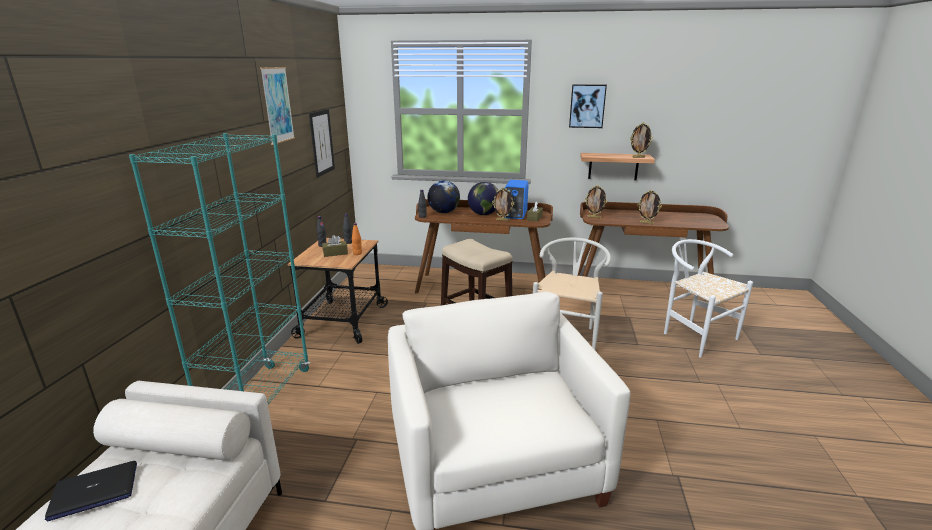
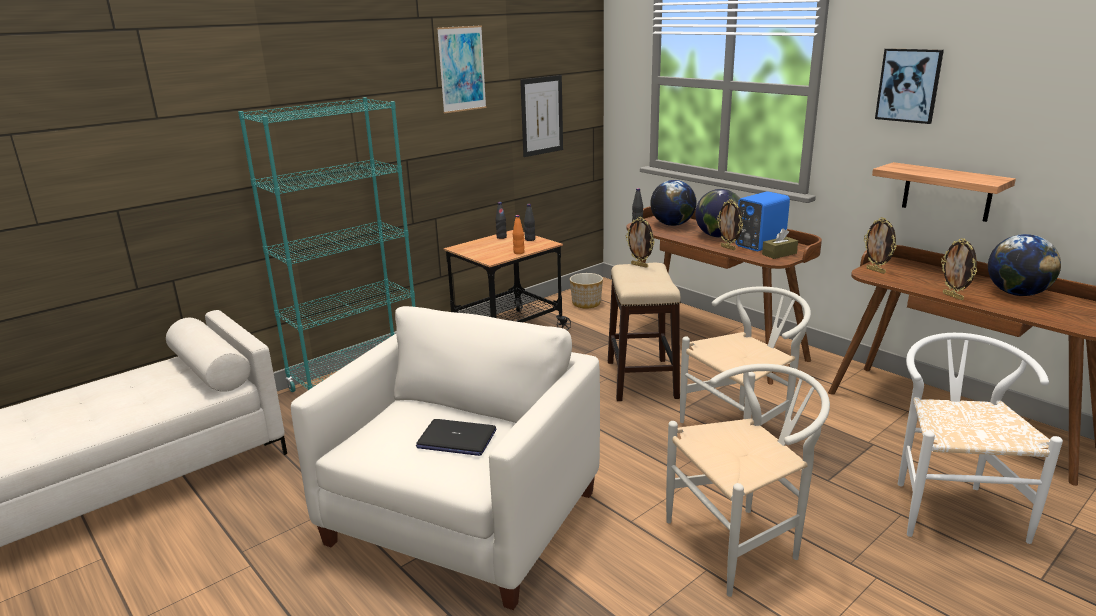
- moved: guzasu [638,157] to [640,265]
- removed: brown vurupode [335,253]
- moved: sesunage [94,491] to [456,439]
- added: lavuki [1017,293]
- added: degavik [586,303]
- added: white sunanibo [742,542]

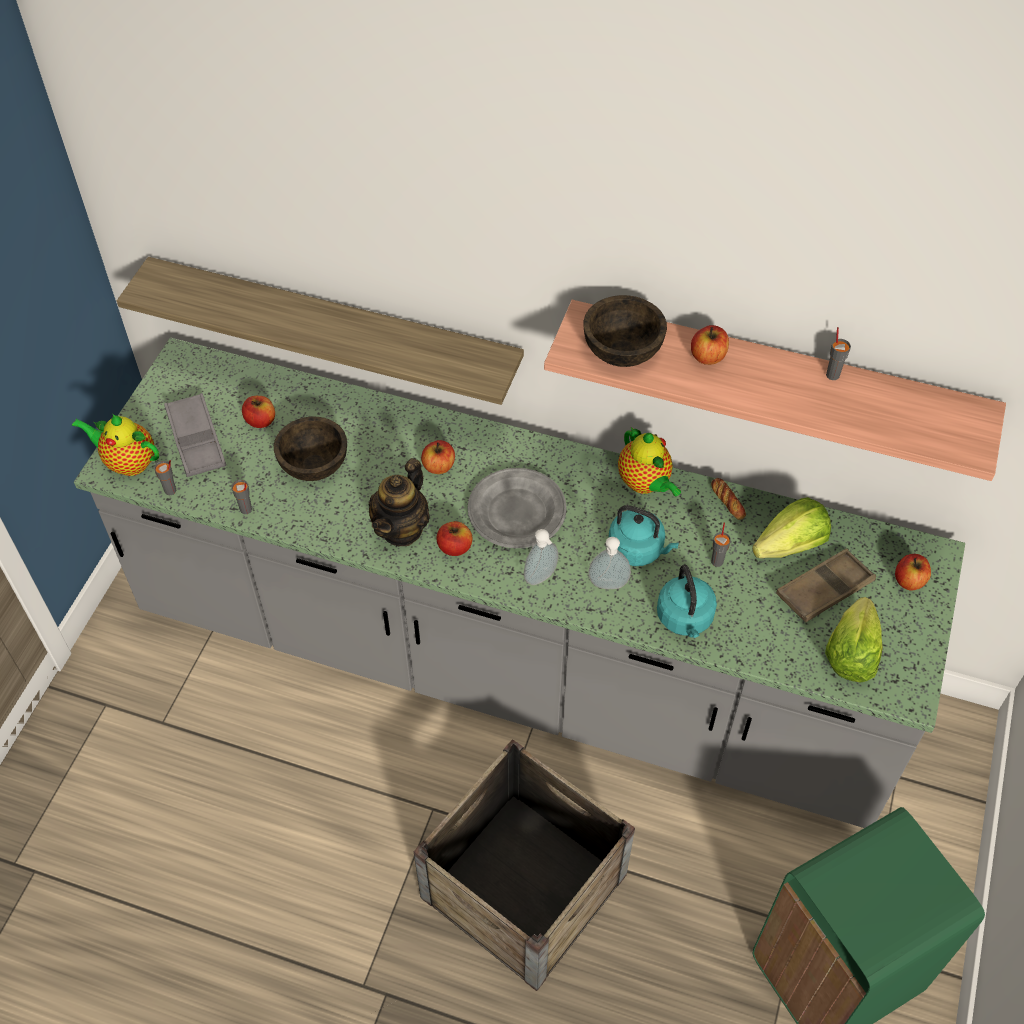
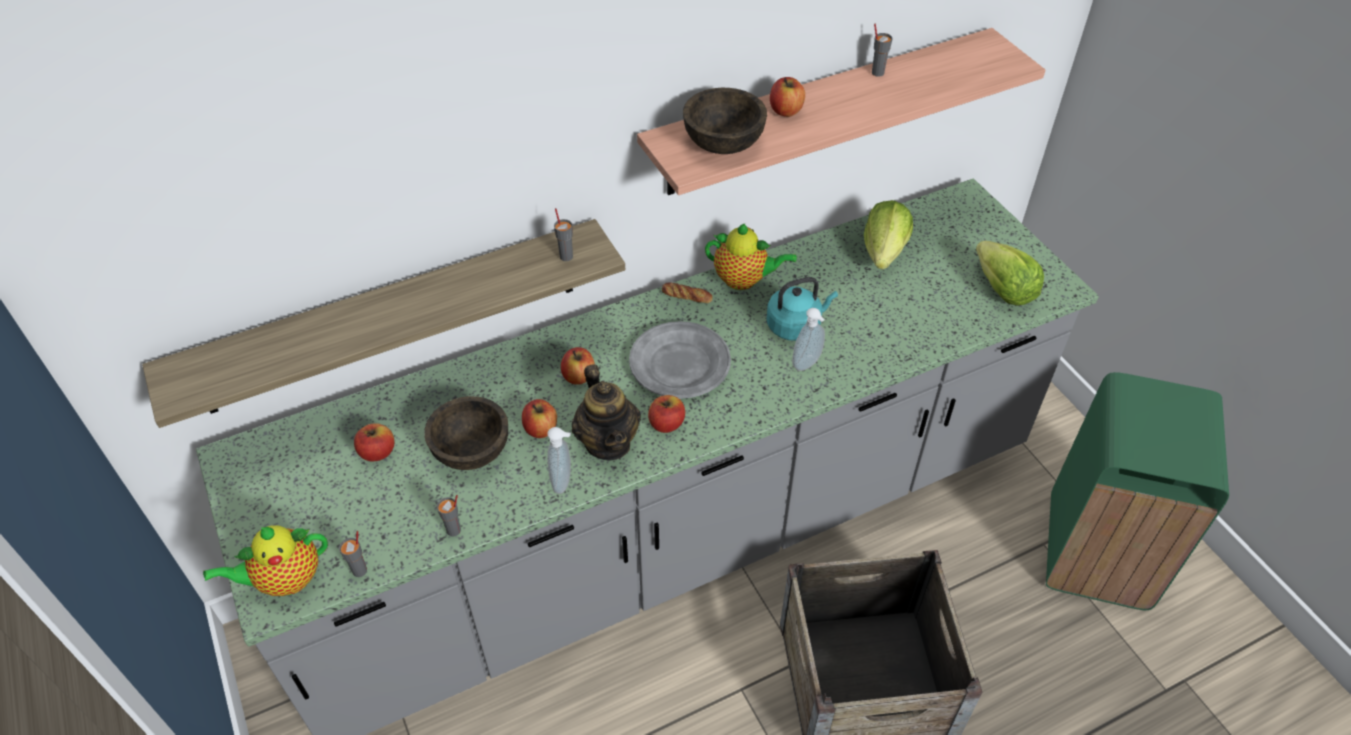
- removed: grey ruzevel [196,440]
- moved: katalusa [728,501] to [687,296]
- moved: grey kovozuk [717,561] to [566,256]
- moved: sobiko [542,578] to [564,482]
- removed: brown ruzevel [824,589]
- moved: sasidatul [909,581] to [541,429]
- removed: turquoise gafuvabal [685,619]

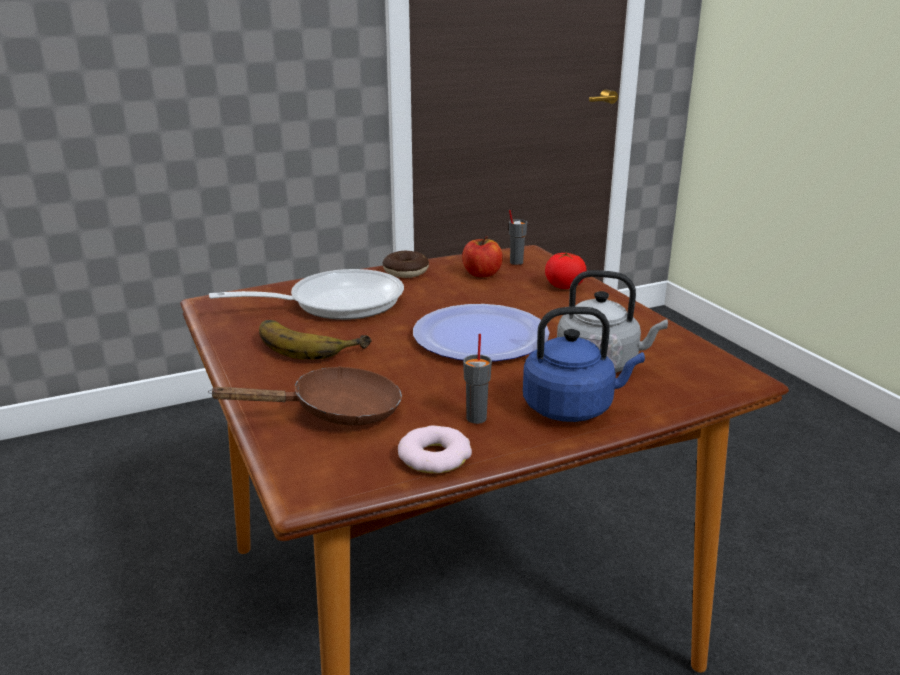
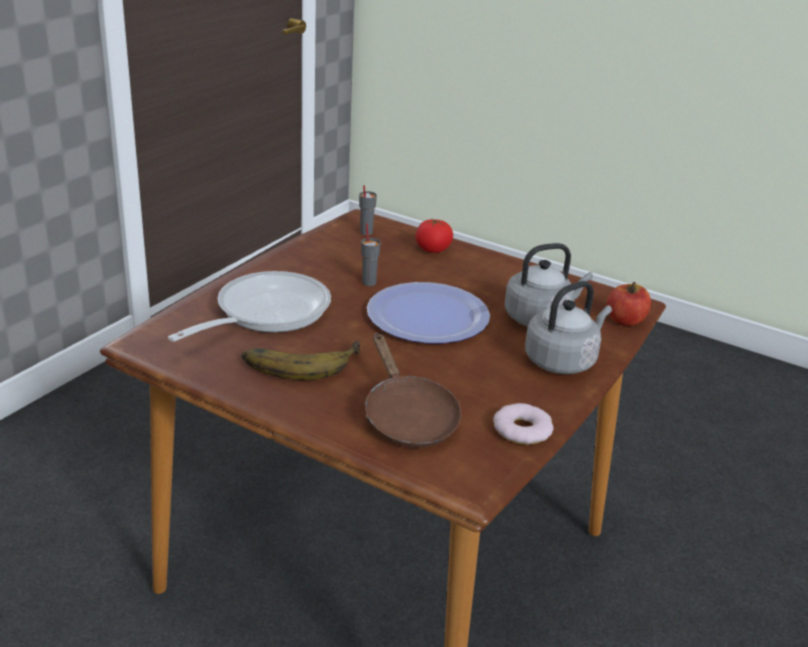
- moved: sasidatul [482,274] to [625,320]
- removed: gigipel [405,272]
- recoloured: blue gafuvabal [572,408] to grey gafuvabal [562,361]
- moved: grey kovozuk [477,418] to [369,282]
- turned: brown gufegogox [335,412] = [407,418] 120 degrees clockwise

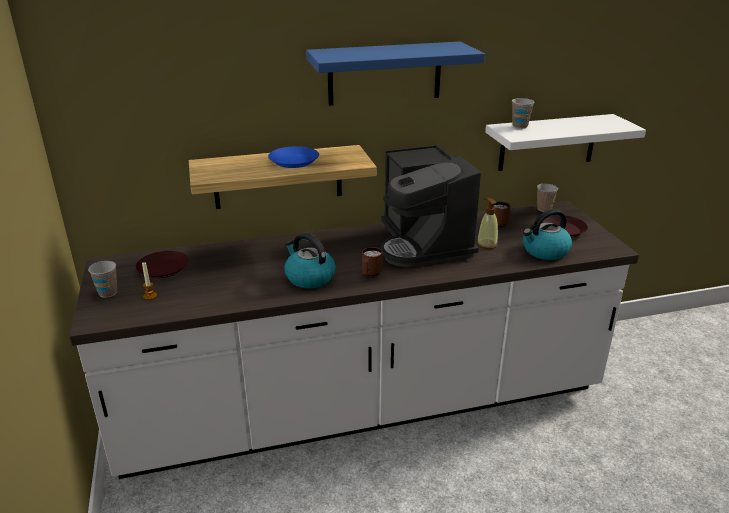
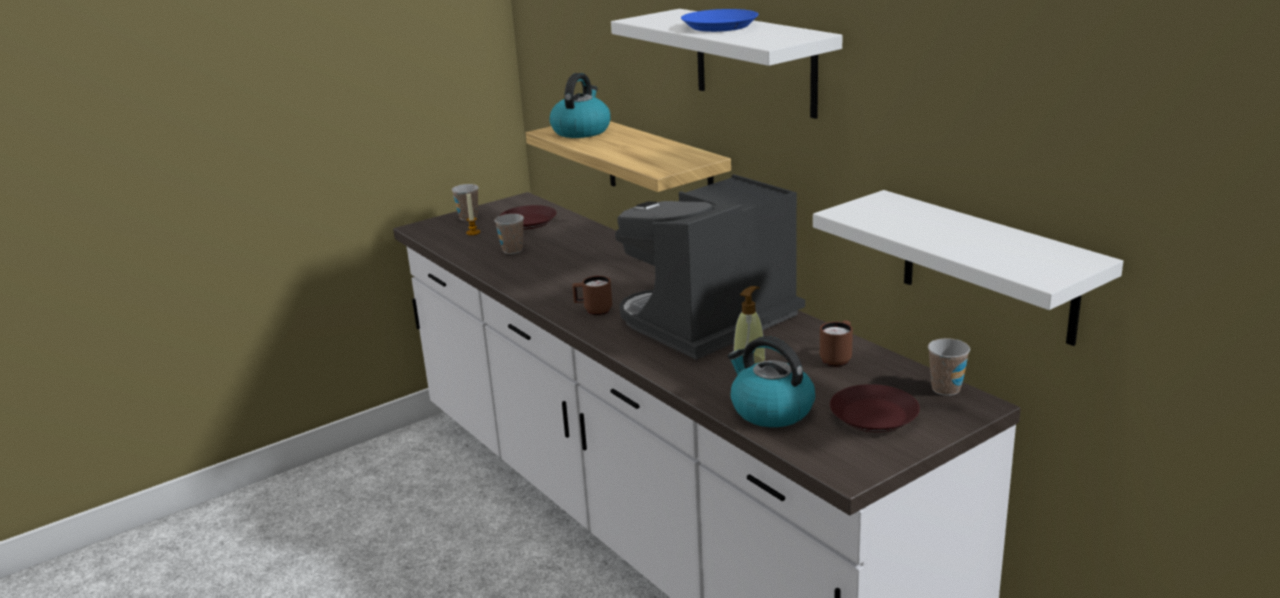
- recoloured: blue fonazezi [384,73] to white fonazezi [755,62]
- moved: kovozuk [520,126] to [512,250]
- moved: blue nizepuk [294,161] to [719,26]
- moved: gafuvabal [309,277] to [581,131]

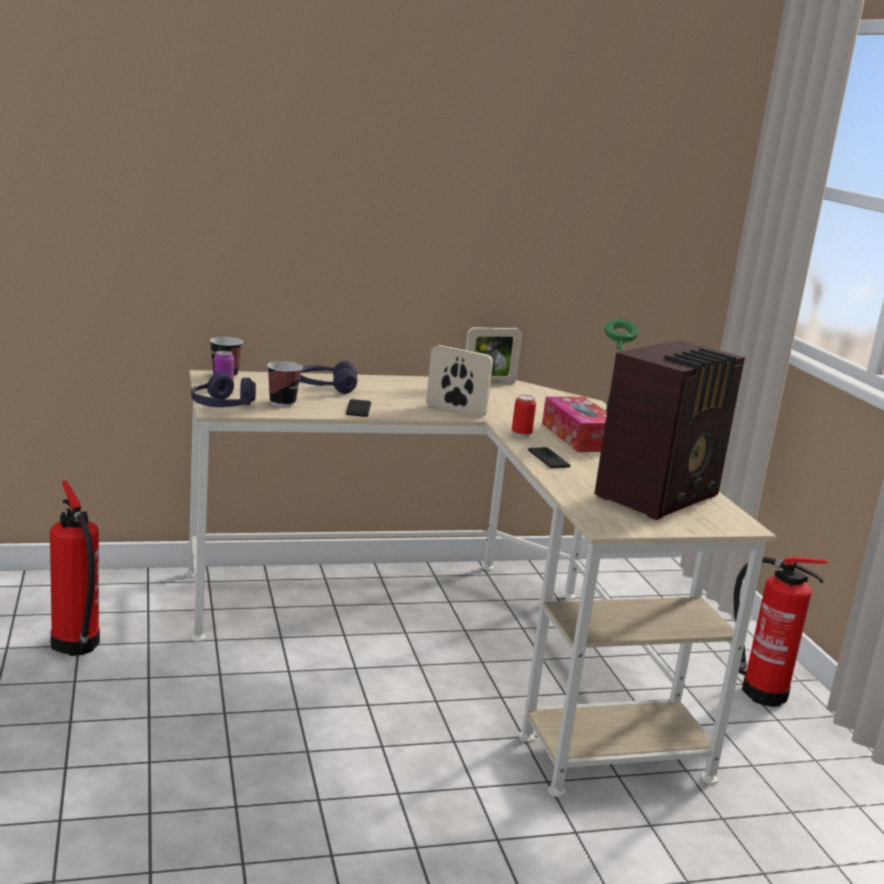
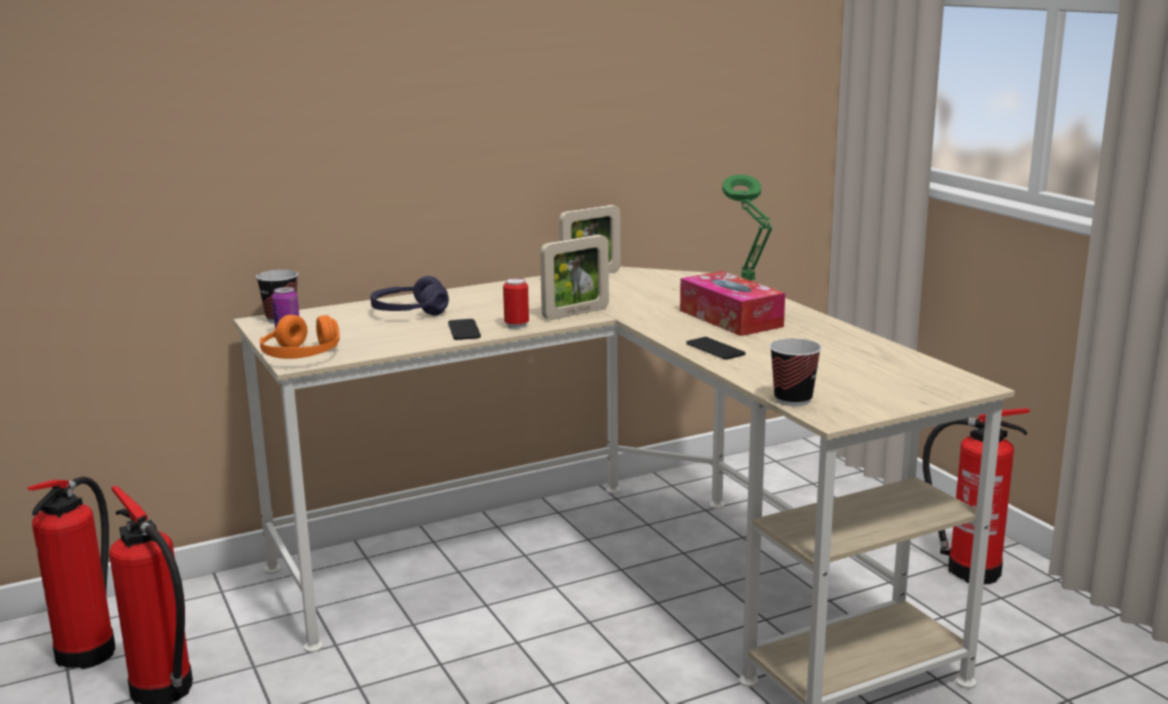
- removed: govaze [660,496]
- turned: guzasu [455,411] = [575,313] 135 degrees clockwise
- moved: kovozuk [282,403] to [793,400]
- recoloured: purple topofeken [223,406] to orange topofeken [302,355]
- moved: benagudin [521,435] to [516,325]
- added: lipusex [90,650]

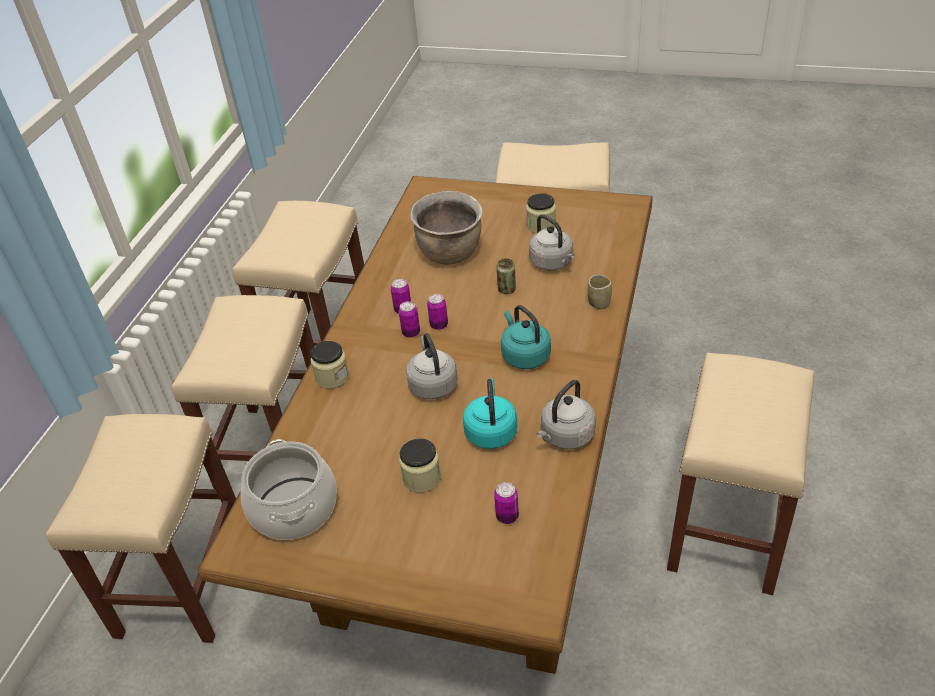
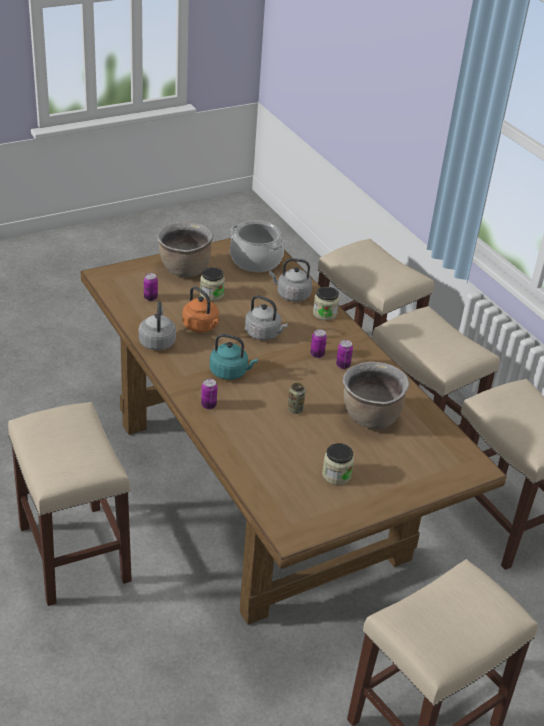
- moved: grey gafuvabal [553,263] to [291,295]
- removed: kovozuk [599,303]
- moved: benagudin [439,325] to [208,405]
- recoloured: turquoise gafuvabal [491,431] to orange gafuvabal [201,327]
- added: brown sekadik [184,270]

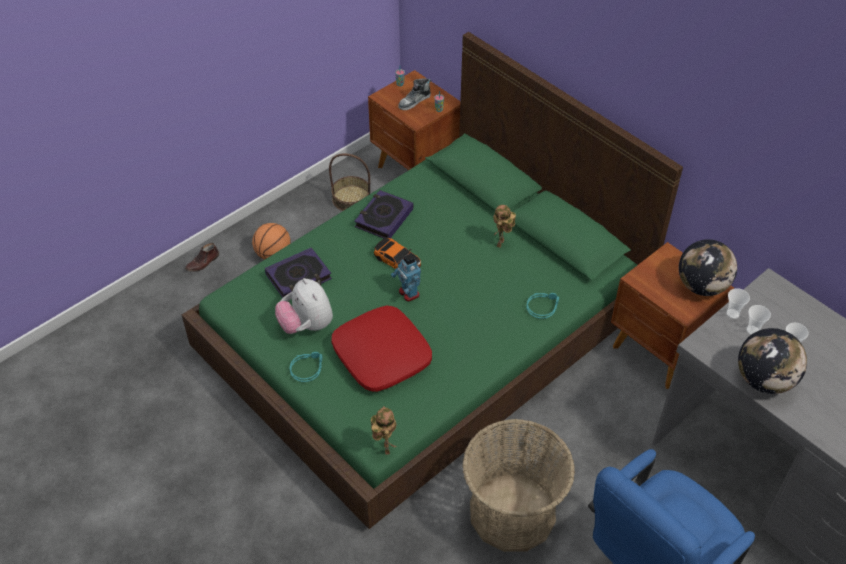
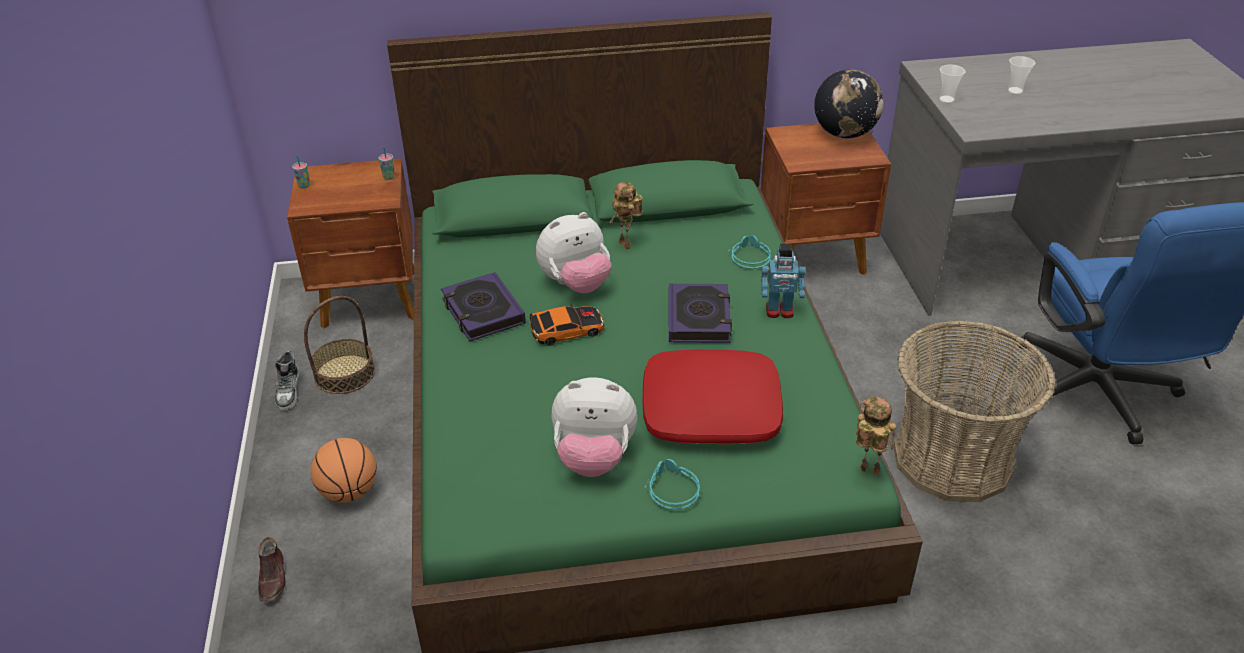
- moved: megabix [414,101] to [288,391]
- moved: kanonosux [299,277] to [699,318]
- moved: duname [408,293] to [779,311]
- removed: kovozuk [752,330]
- removed: lavuki [764,380]
- added: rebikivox [576,284]

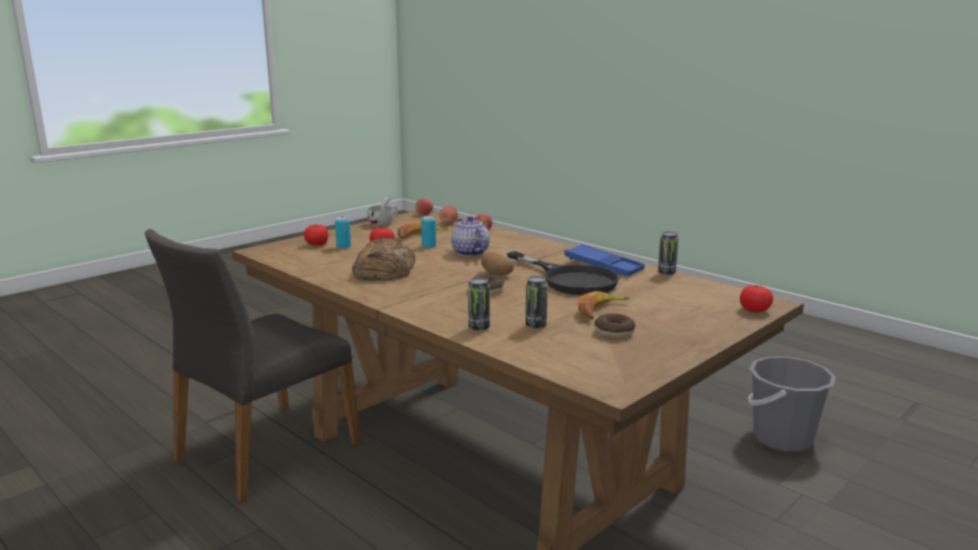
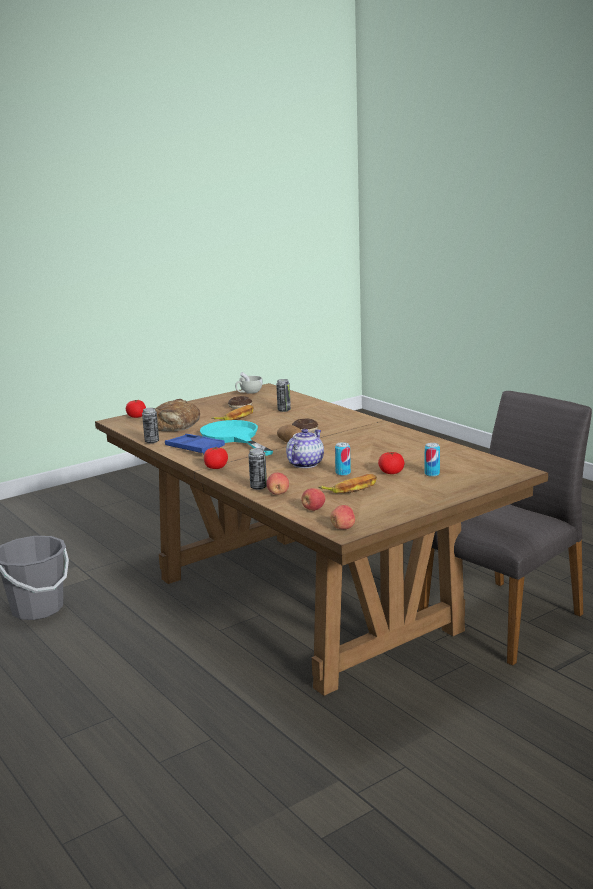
- moved: white kovozuk [383,223] to [248,392]
- turned: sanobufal [469,253] = [304,464] 135 degrees counterclockwise
- moved: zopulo [317,244] to [216,467]
- moved: katalusa [383,269] to [175,424]
- recoloured: black gufegogox [570,279] to turquoise gufegogox [234,437]
- moved: benagudin [479,328] to [258,487]

